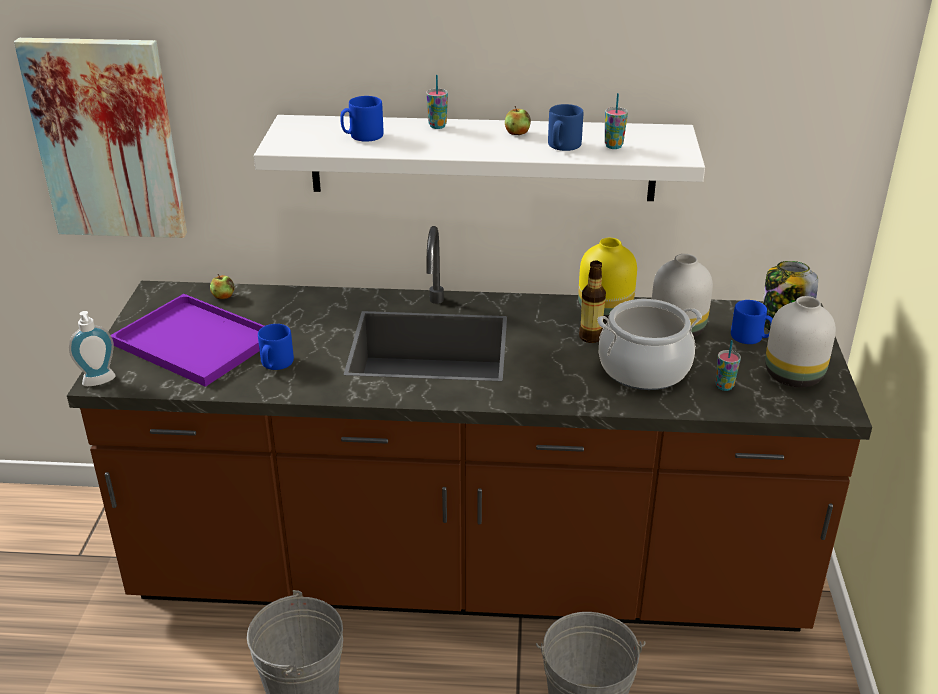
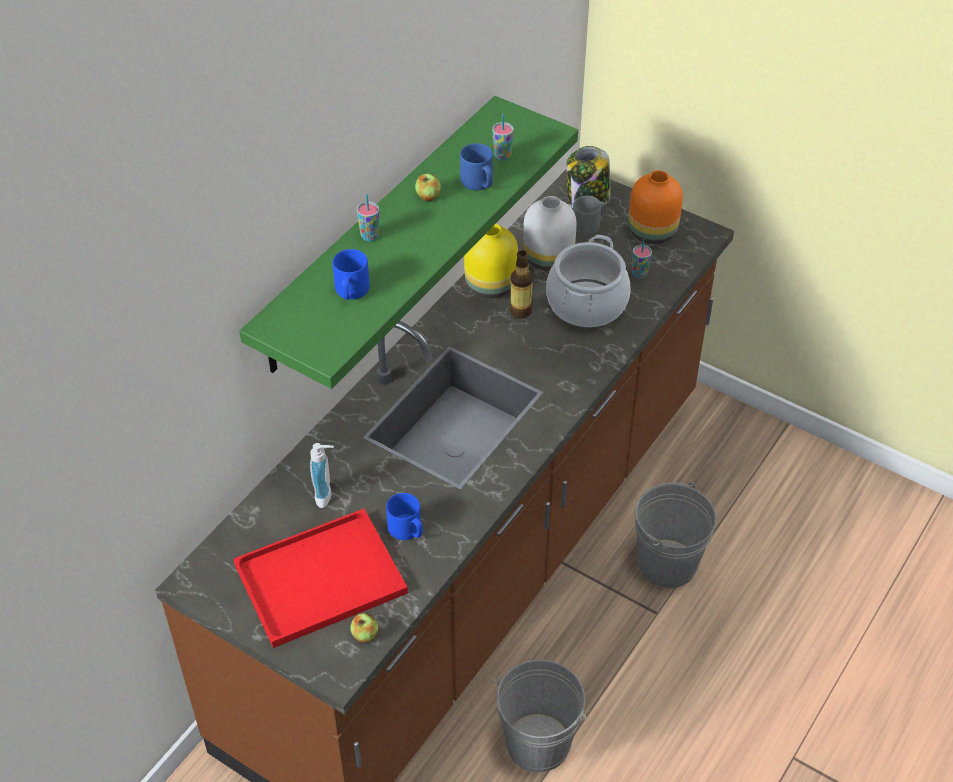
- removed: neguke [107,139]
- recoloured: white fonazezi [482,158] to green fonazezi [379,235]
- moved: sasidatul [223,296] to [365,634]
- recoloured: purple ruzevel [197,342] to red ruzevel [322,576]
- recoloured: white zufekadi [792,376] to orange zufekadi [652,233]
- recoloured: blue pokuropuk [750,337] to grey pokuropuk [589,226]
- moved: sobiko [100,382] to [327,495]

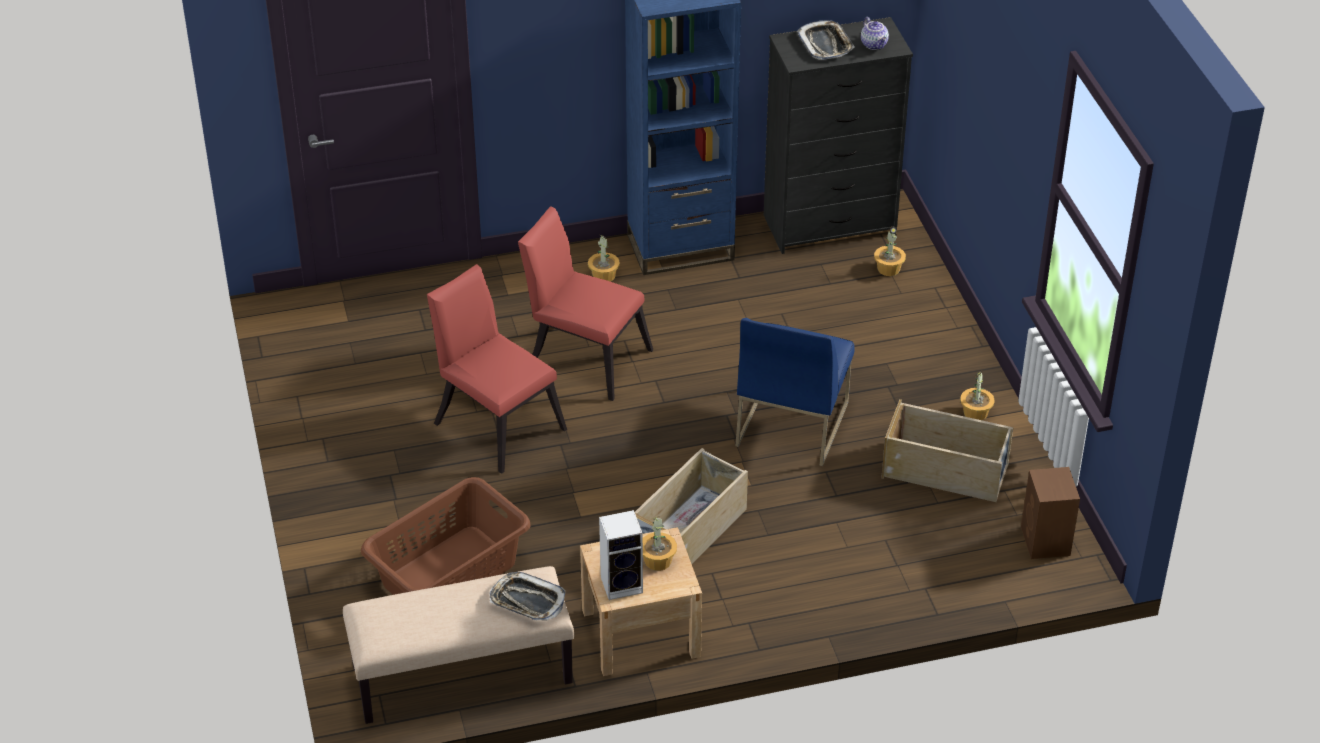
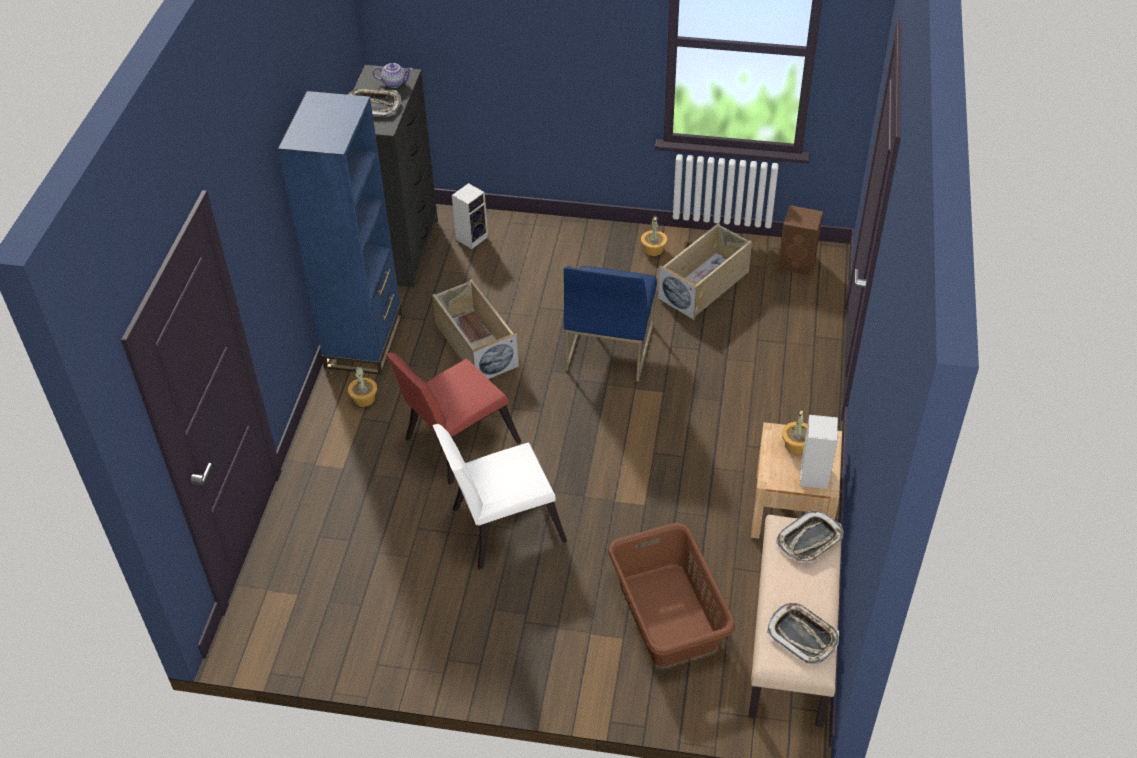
- replaced: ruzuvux [888,268] to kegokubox [472,237]
- recoloured: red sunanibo [496,422] to white sunanibo [500,526]
- turned: blue sunanibo [791,423] = [609,347] 60 degrees clockwise
- moved: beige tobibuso [689,531] to [475,345]
- added: ruzevel [802,636]

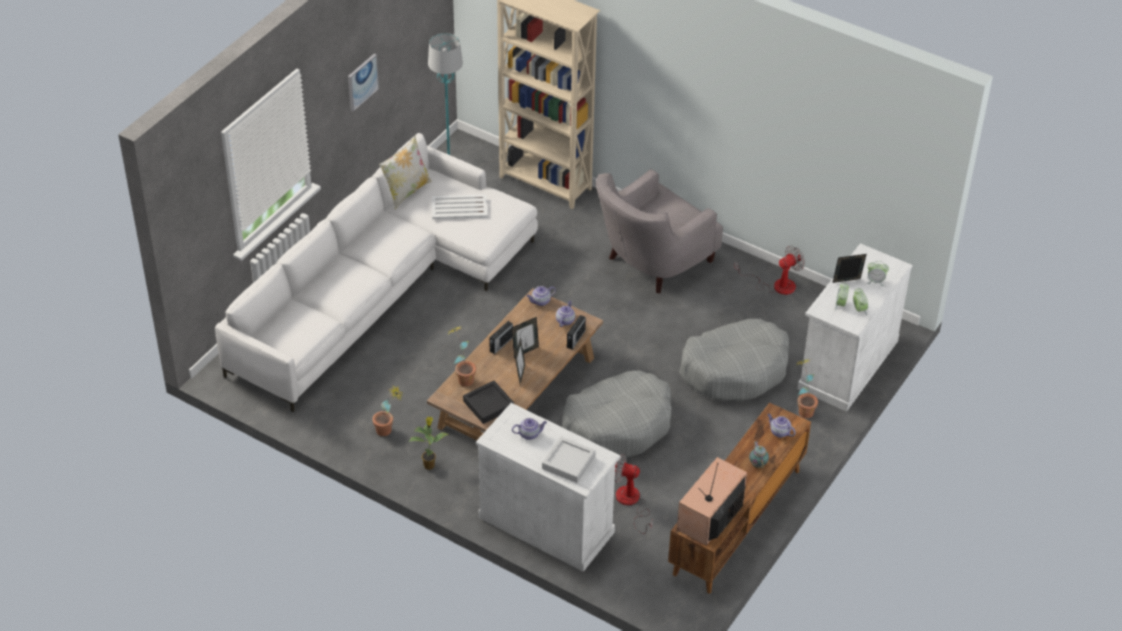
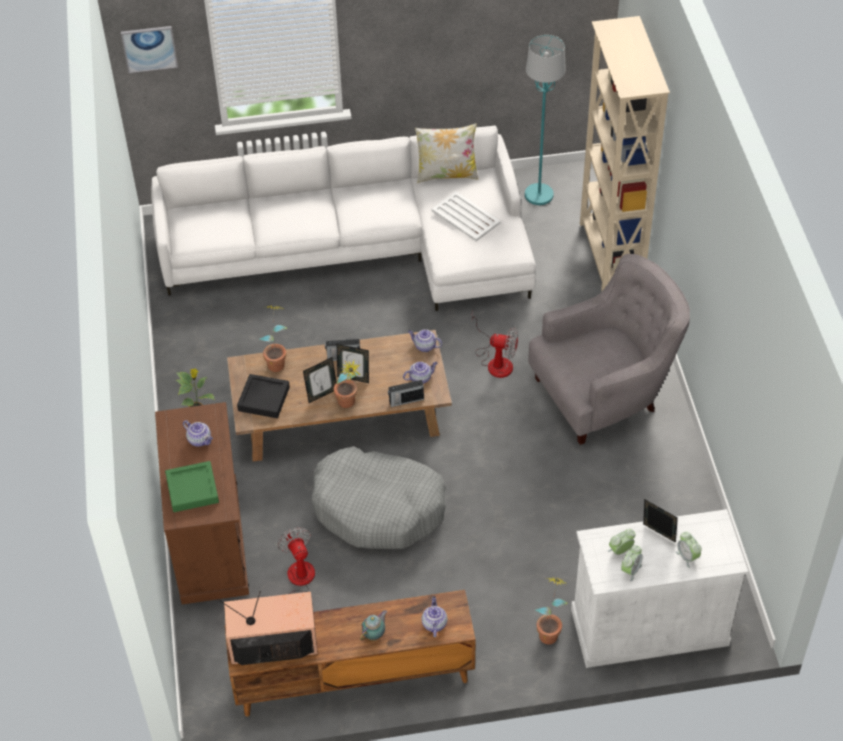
- moved: neguke [362,82] to [149,48]
- turned: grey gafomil [652,262] = [605,392] 150 degrees clockwise
- moved: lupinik [776,285] to [495,361]
- removed: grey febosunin [735,369]
- moved: ruzuvux [388,431] to [348,405]
- recoloured: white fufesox [546,524] to brown fufesox [210,541]
- recoloured: grey ruzevel [568,462] to green ruzevel [192,489]

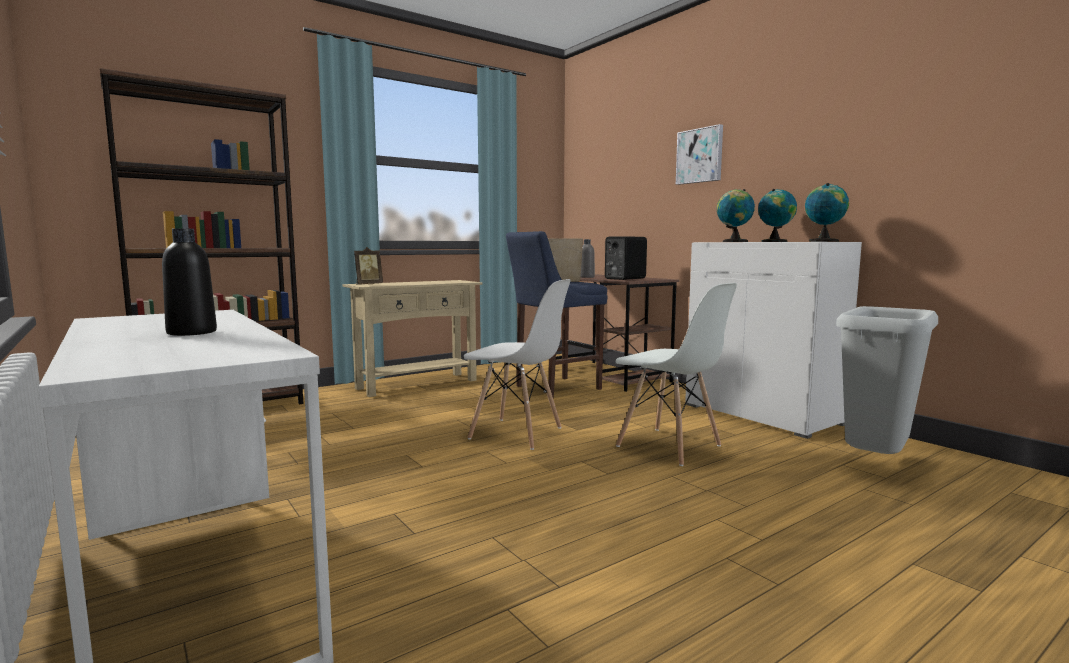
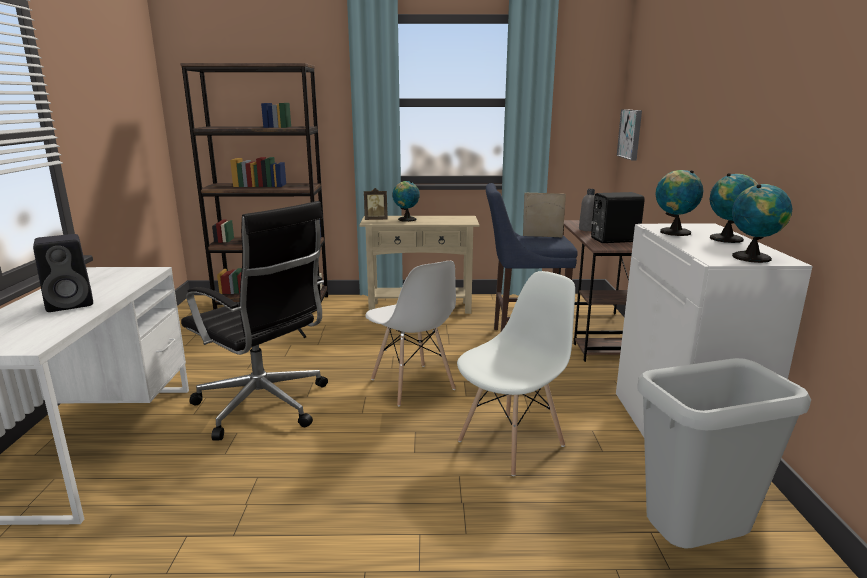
- moved: neguke [700,156] to [631,134]
- replaced: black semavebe [192,332] to black kegokubox [72,303]
- turned: white sunanibo [669,446] = [512,442] 120 degrees counterclockwise
- added: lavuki [406,219]
- added: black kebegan [264,406]

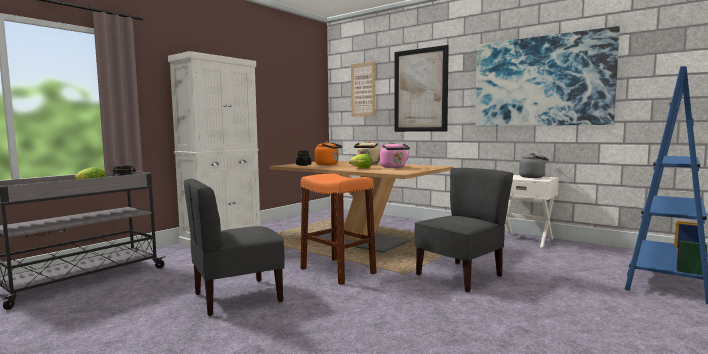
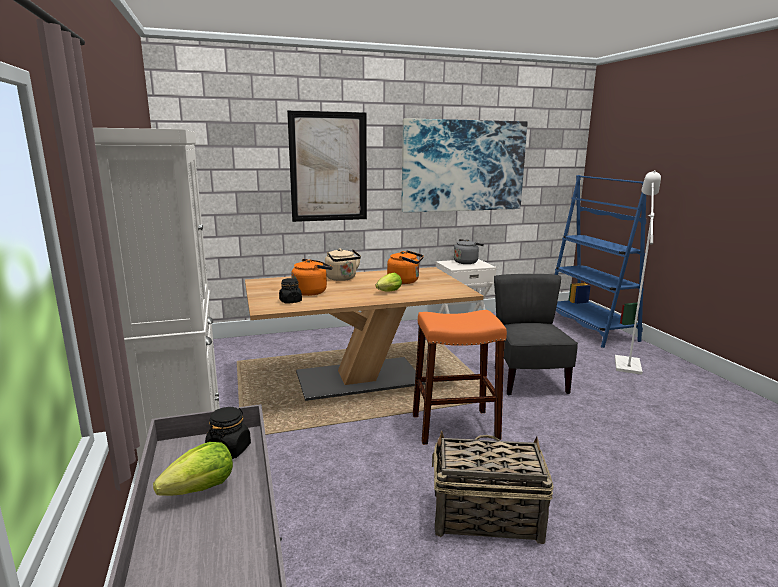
- removed: neguke [363,89]
- recoloured: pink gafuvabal [394,167] to orange gafuvabal [405,281]
- replaced: grey sunanibo [237,297] to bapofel [485,516]
- added: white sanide [627,362]

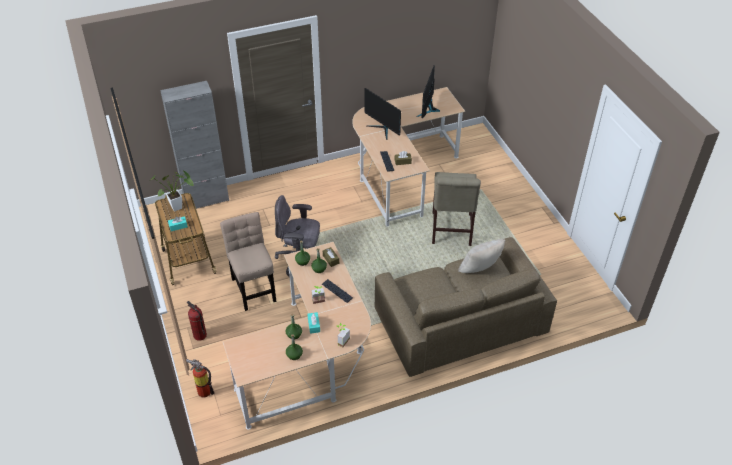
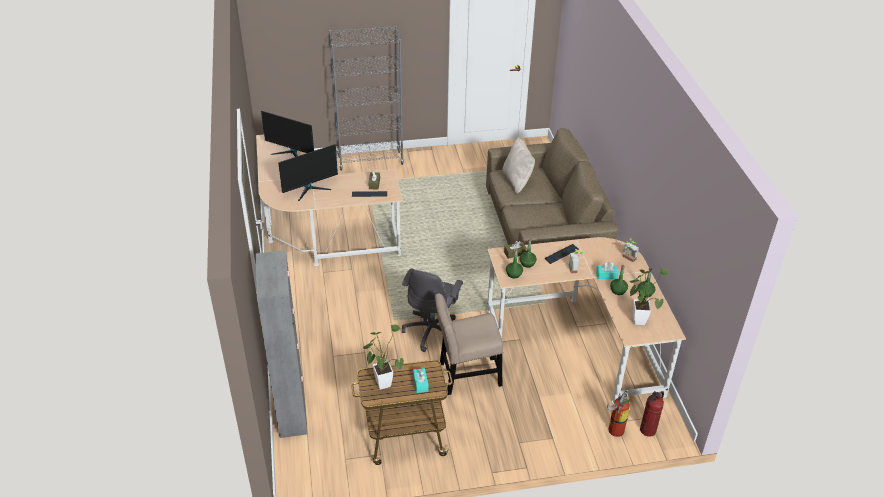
- removed: beige sunanibo [451,231]
- moved: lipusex [199,335] to [648,430]
- added: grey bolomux [370,160]
- added: ruzuvux [638,318]

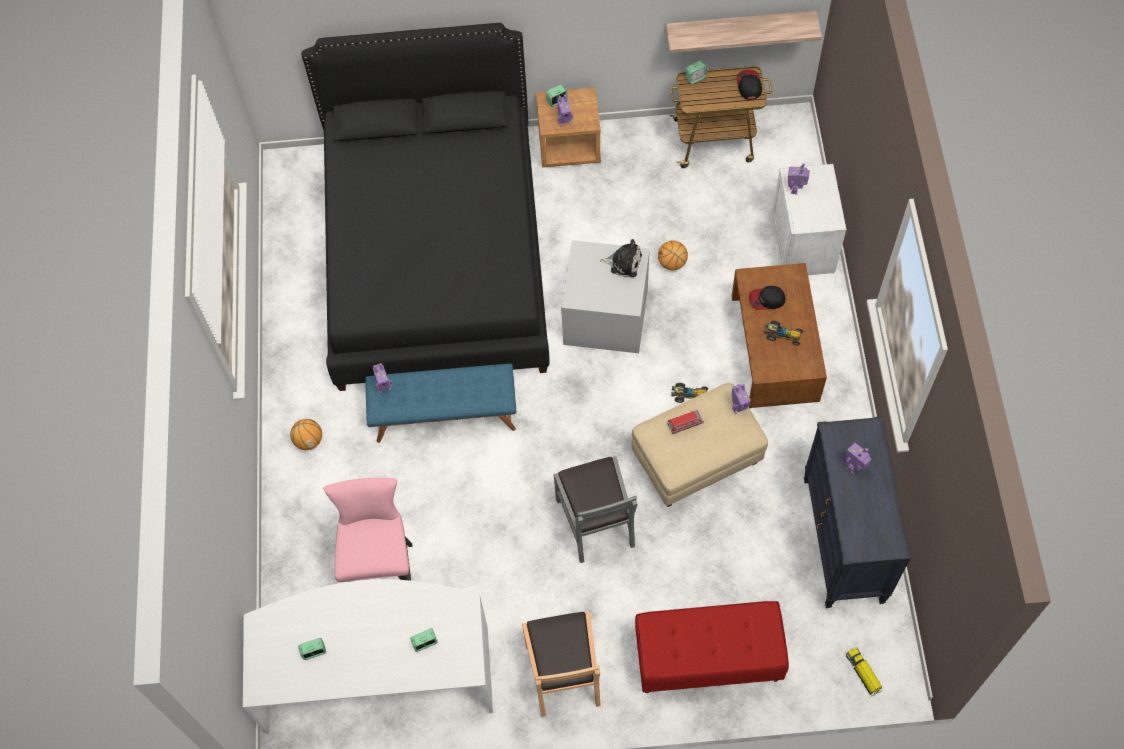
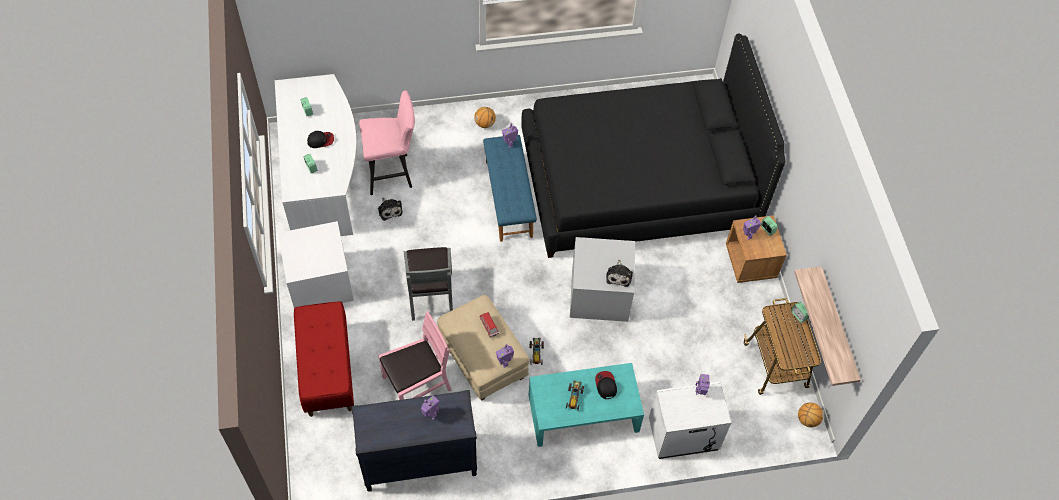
- moved: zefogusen [749,85] to [321,140]
- moved: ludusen [672,263] to [807,419]
- recoloured: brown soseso [775,347] to turquoise soseso [583,414]
- turned: grey sunanibo [596,521] = [430,295] 75 degrees counterclockwise
- replaced: brown sunanibo [564,673] to white tobibuso [319,281]
- removed: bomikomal [863,673]
- added: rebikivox [389,210]
- added: pink sunanibo [417,384]

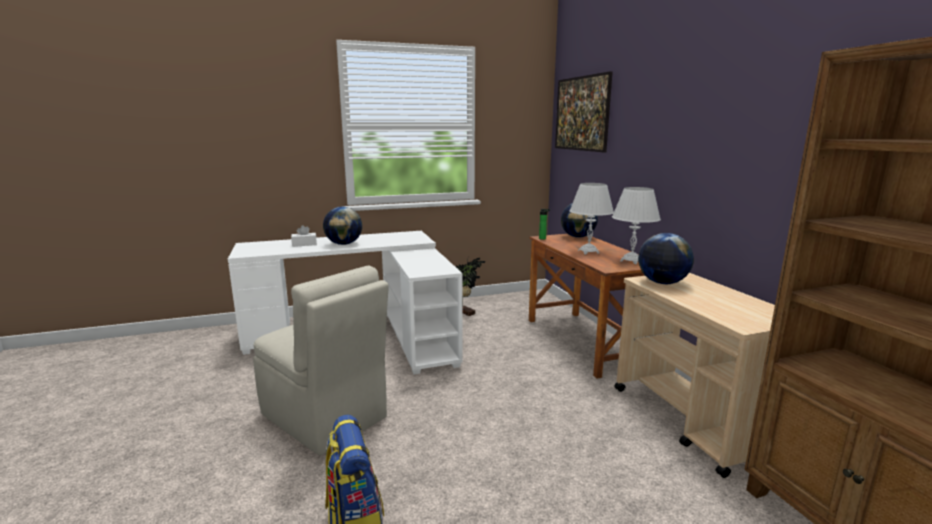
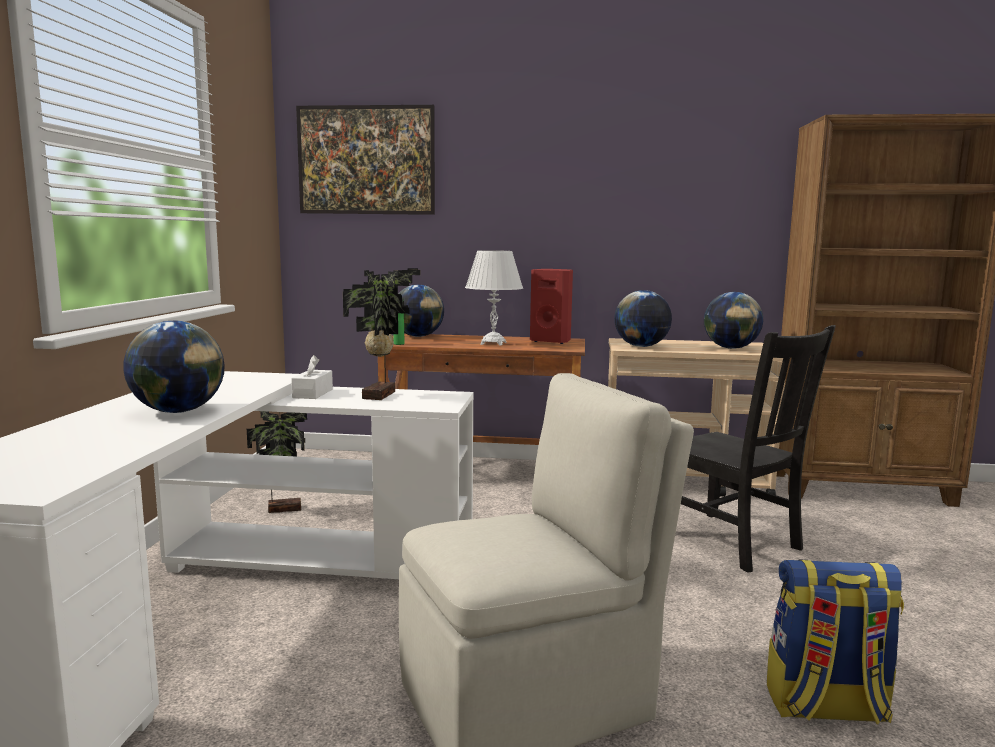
- replaced: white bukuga [631,261] to red kegokubox [552,341]
- moved: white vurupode [304,244] to [313,393]
- added: ruzuvux [382,395]
- added: lavuki [731,348]
- added: black sunanibo [732,542]

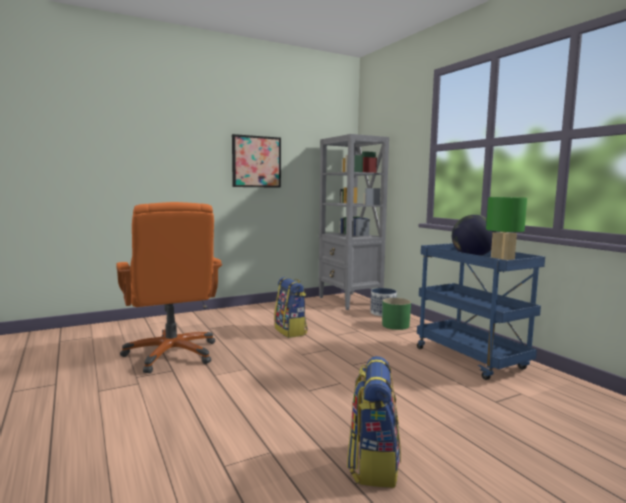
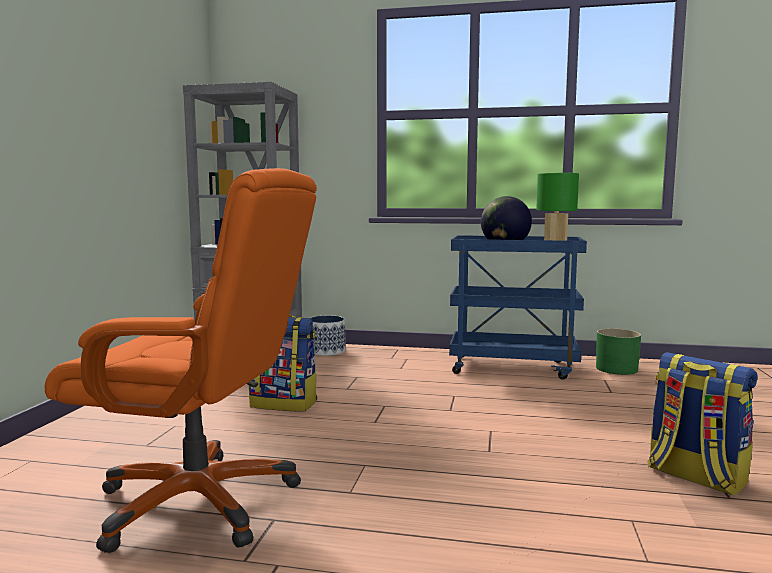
- removed: neguke [256,162]
- moved: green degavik [396,325] to [616,369]

